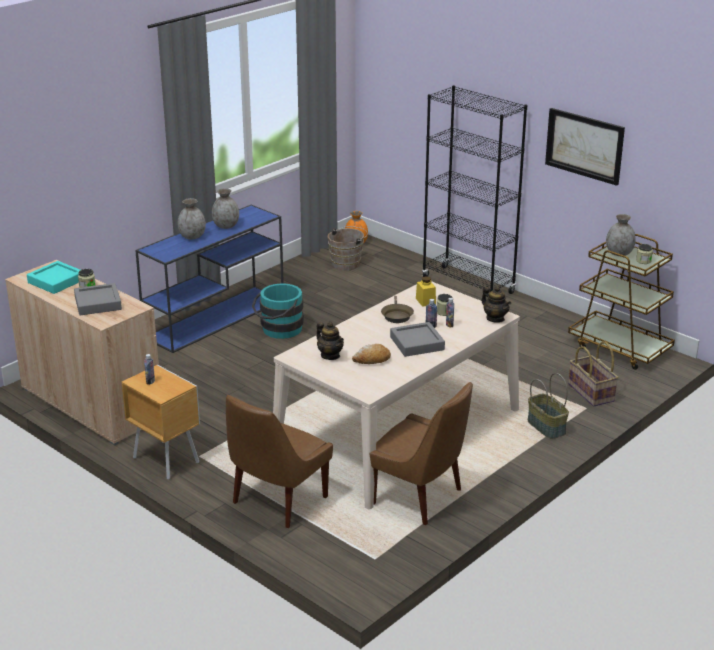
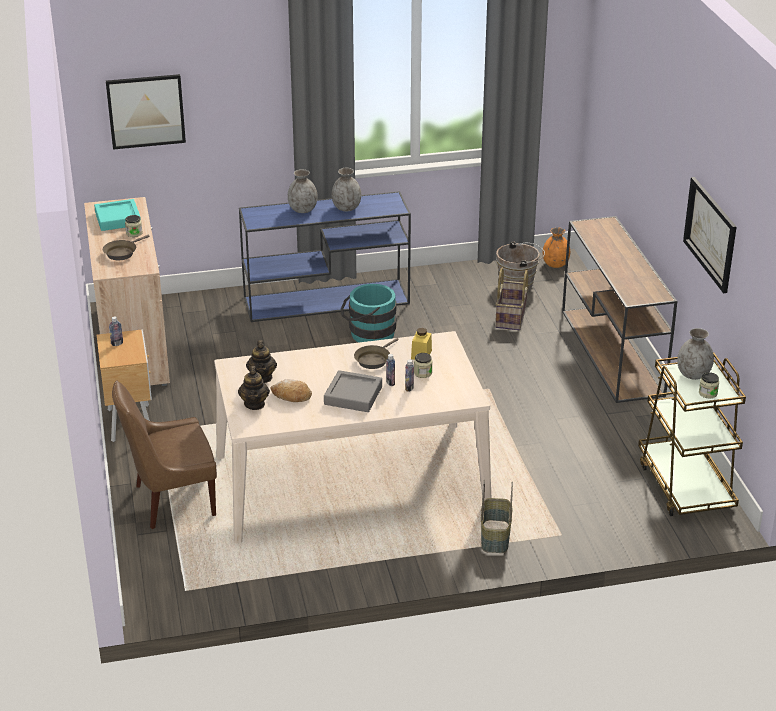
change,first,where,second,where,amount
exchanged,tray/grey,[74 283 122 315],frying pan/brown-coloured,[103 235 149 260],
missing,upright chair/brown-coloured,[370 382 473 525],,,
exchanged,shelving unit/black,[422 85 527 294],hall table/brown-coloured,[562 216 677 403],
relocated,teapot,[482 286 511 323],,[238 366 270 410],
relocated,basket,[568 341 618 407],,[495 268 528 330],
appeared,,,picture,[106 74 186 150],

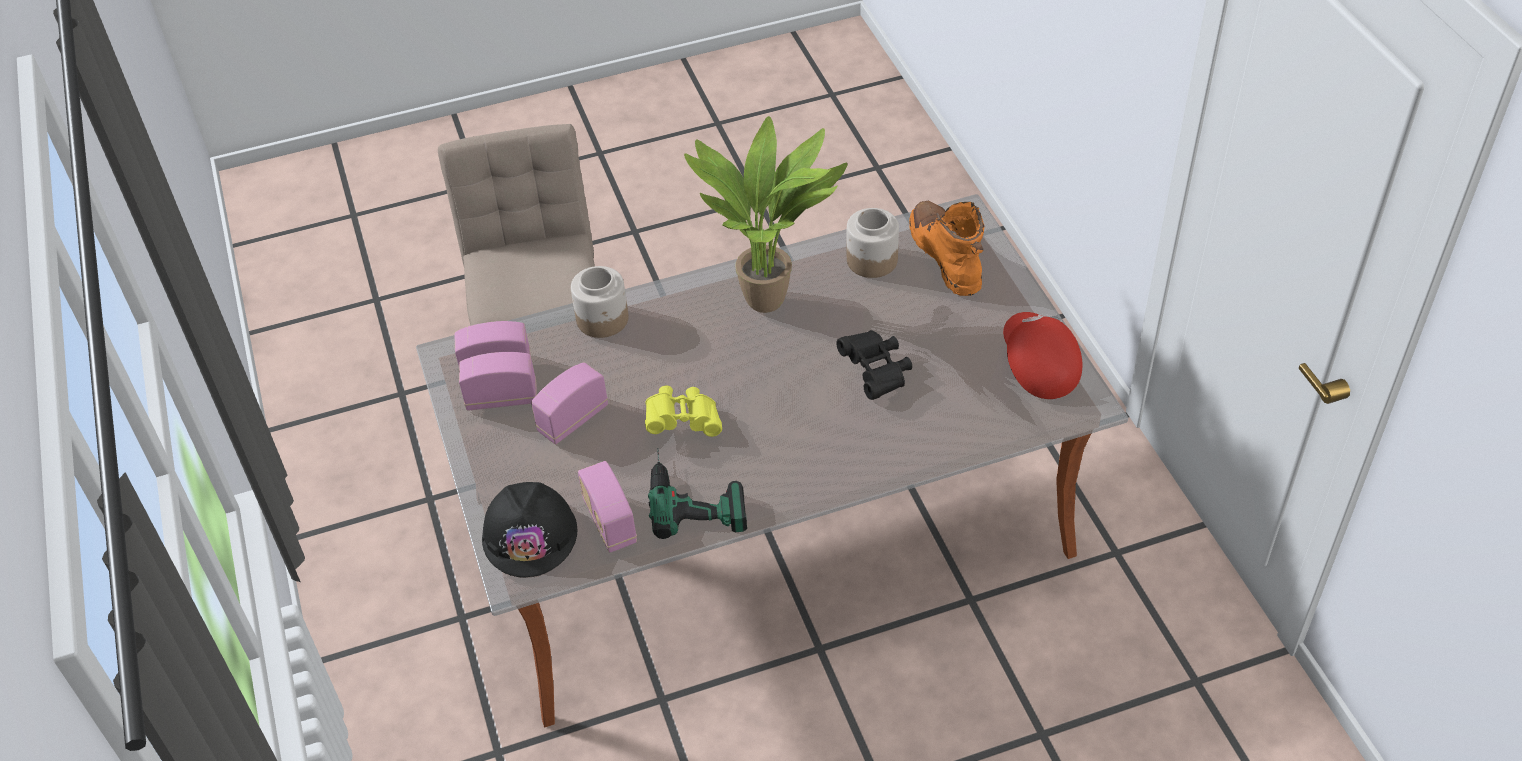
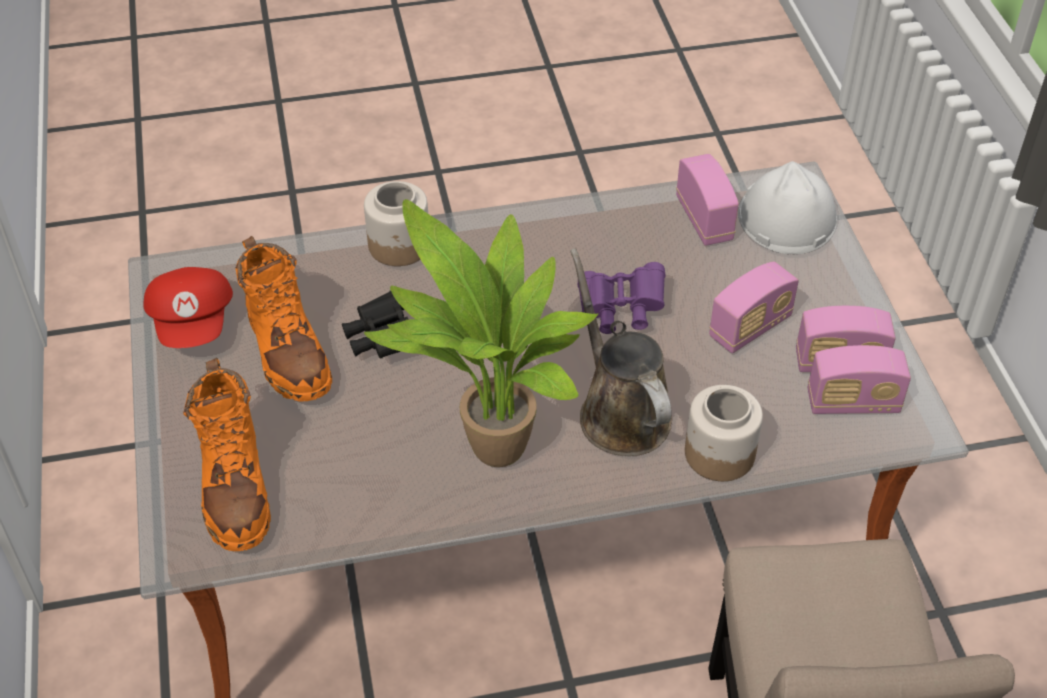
change,first,where,second,where,amount
colour,safety helmet/black,[482 482 577 578],safety helmet/whitish,[738 161 837 254],
colour,binoculars/yellowish,[645 385 722 437],binoculars/purple,[578 262 666 334],
missing,power drill,[648 448 747 539],,,
relocated,preserve jar,[847 208 899 278],,[364 181 428 266],
appeared,,,high-top boot/orange-coloured,[235 236 332 402],
appeared,,,watering can/brown-coloured,[570 248 672 456],

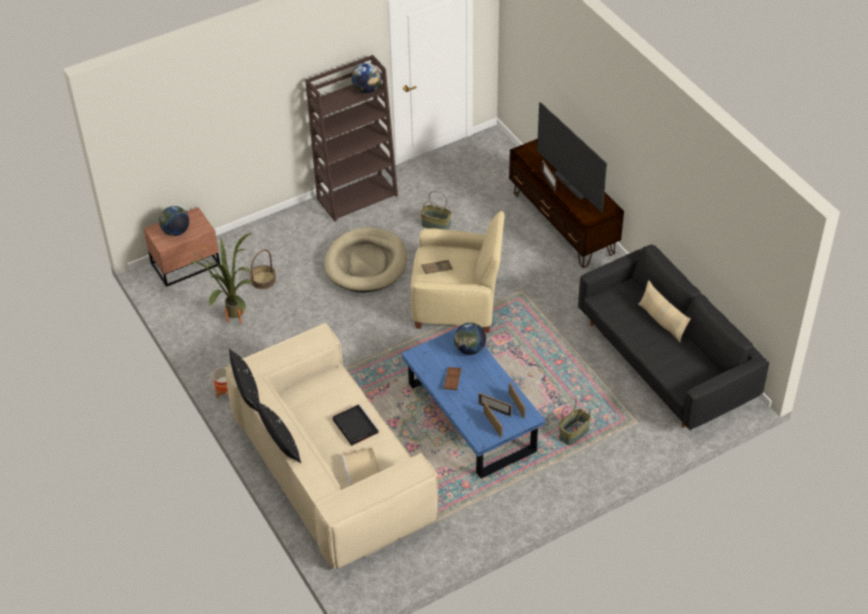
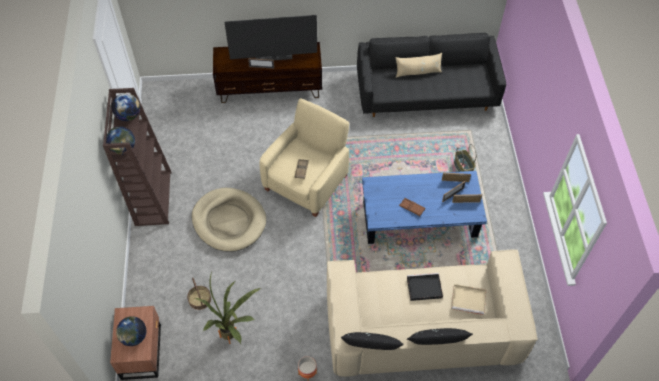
change,first,where,second,where,amount
missing,basket,[420 191 452 230],,,
relocated,world globe,[454 323 486 355],,[106 126 135 155],

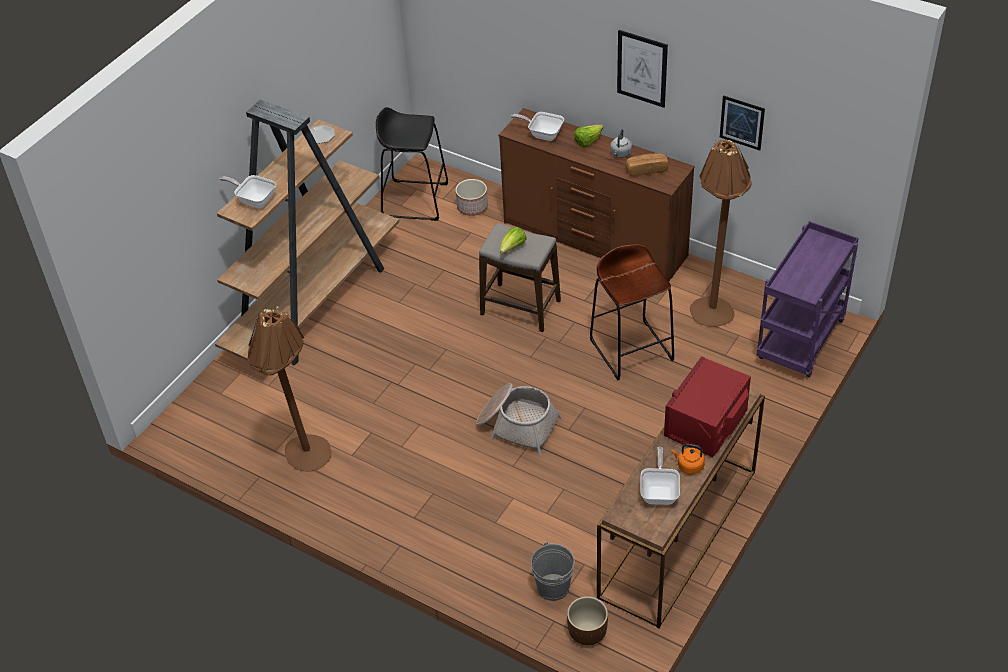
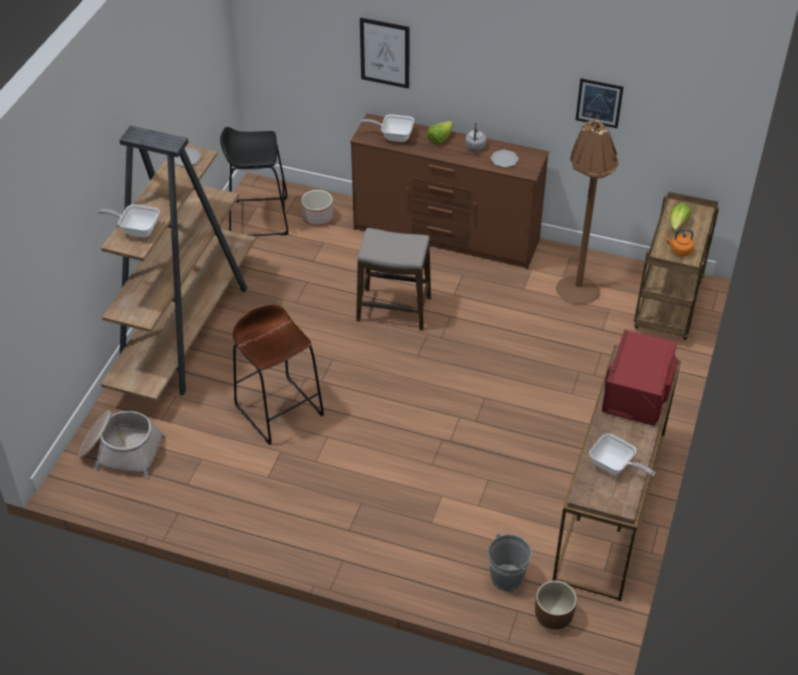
change,first,where,second,where,amount
missing,standard lamp/brown-coloured,[248 307 331 472],,,
relocated,basket,[476 383 562 455],,[79 410 166 479],
relocated,lettuce head,[500 227 527 254],,[669 203 691 231],
relocated,sitting stool/brown-coloured,[590 245 674 380],,[232 304 324 445],
relocated,picture,[617 30 668 108],,[360 17 410 89],
exchanged,bread,[625 153 668 176],dinner plate,[491 150 519 168],
spun,frying pan,[640 447 680 505],,[589 433 655 477],135 degrees clockwise
relocated,kettle/orange-coloured,[672 444 705 475],,[665 229 694 256],
colour,trolley/purple,[757 221 859 377],trolley/brown-coloured,[634 191 719 340],

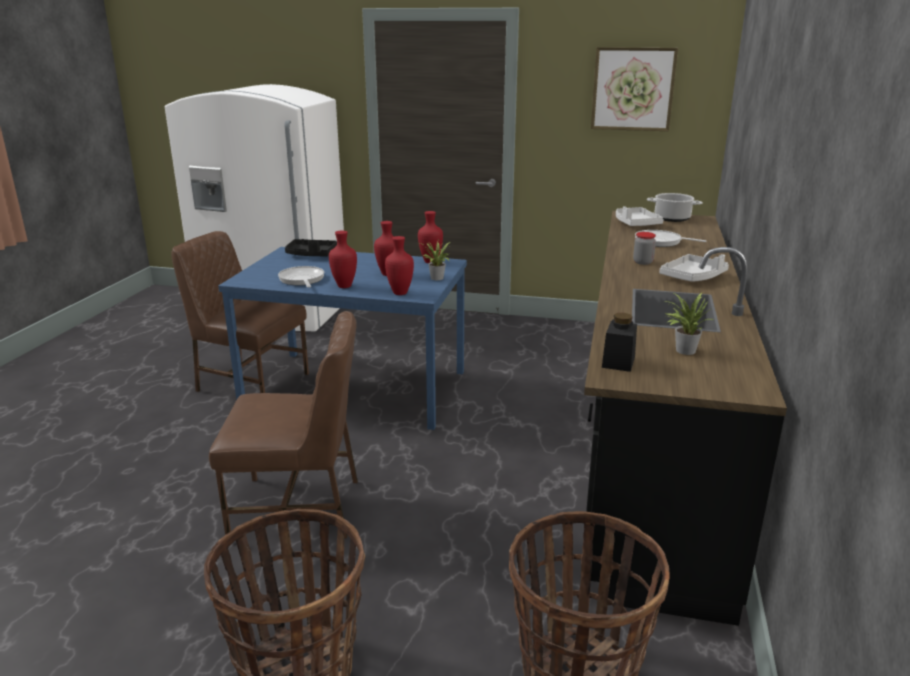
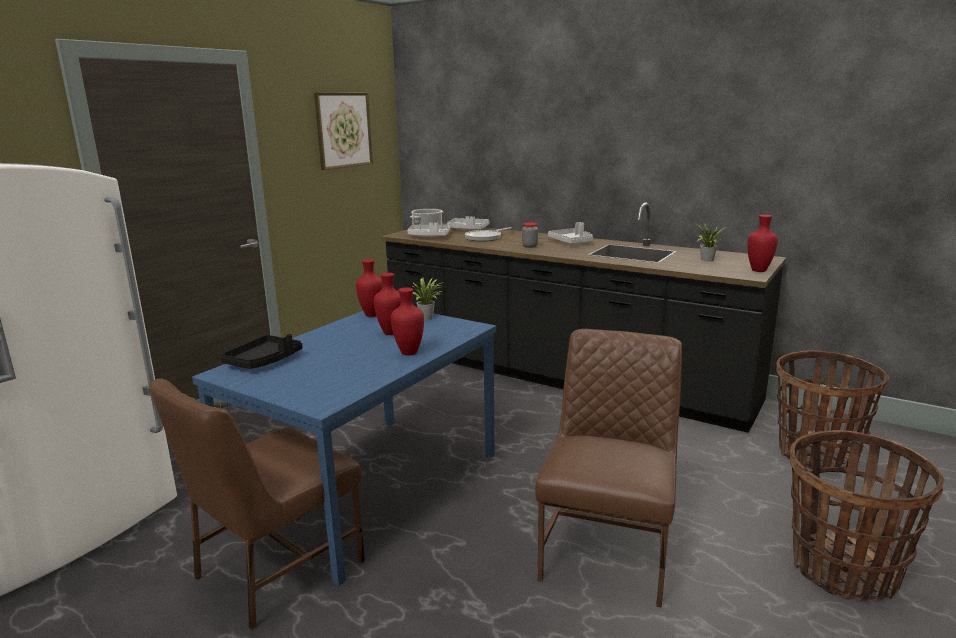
change,first,where,second,where,amount
missing,frying pan,[278 266 325 288],,,
relocated,flower vase/reddish,[385 236 414 295],,[747 215 778 272],
missing,preserve jar/black,[602 313 637 372],,,
appeared,,,tray/grey,[447 216 490 230],

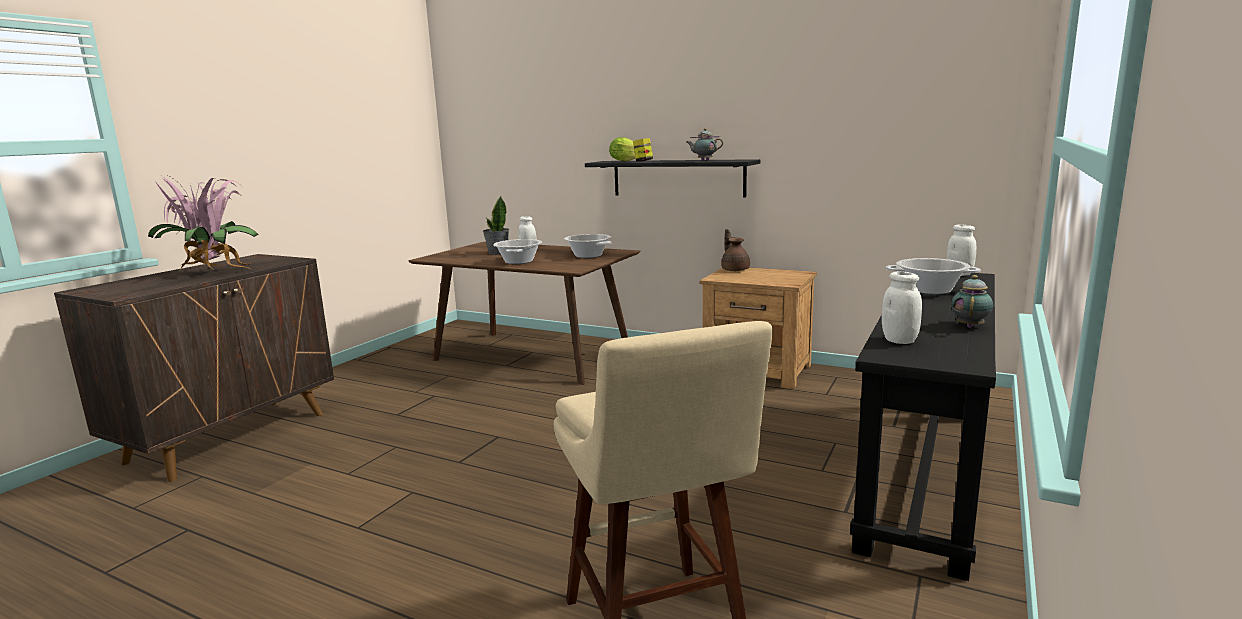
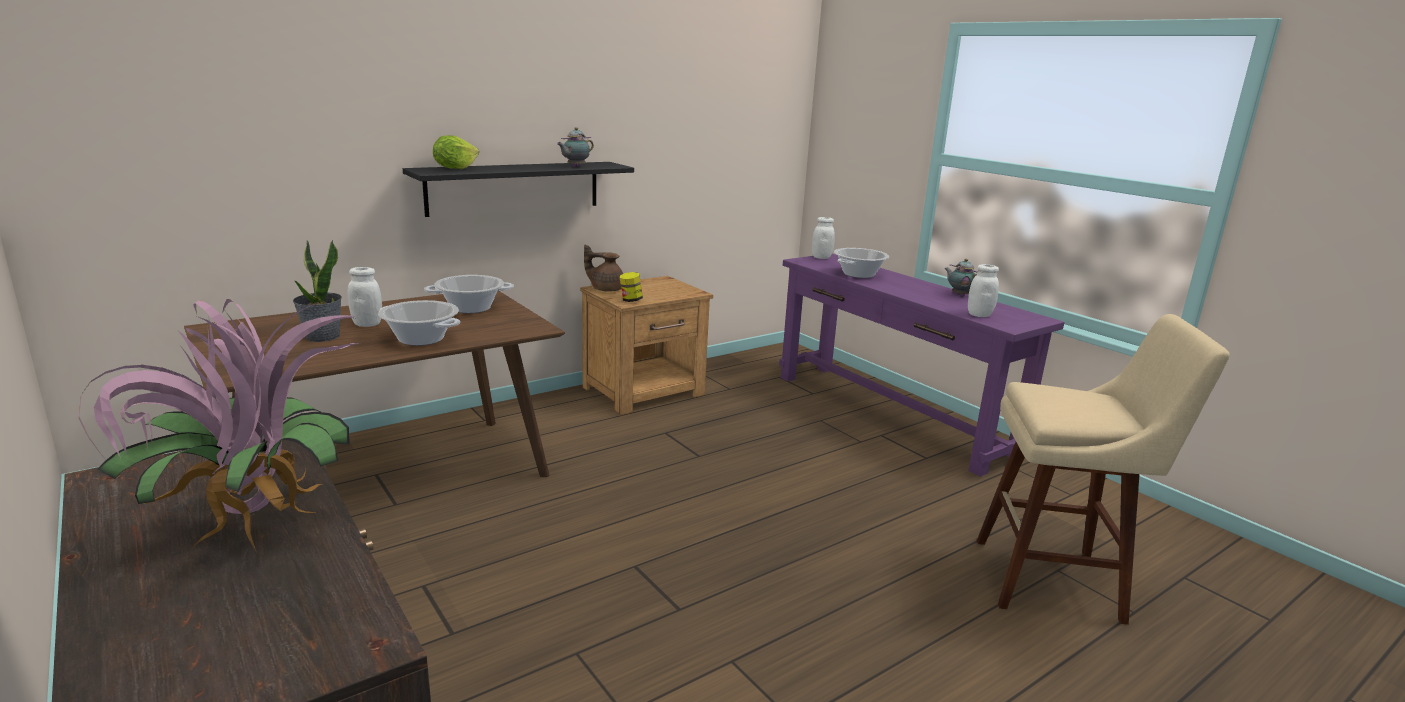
change,first,where,second,where,amount
relocated,preserve jar,[633 138 653 162],,[620 272 643 302],
colour,hall table/black,[850 273 996 581],hall table/purple,[779 254 1065 477],

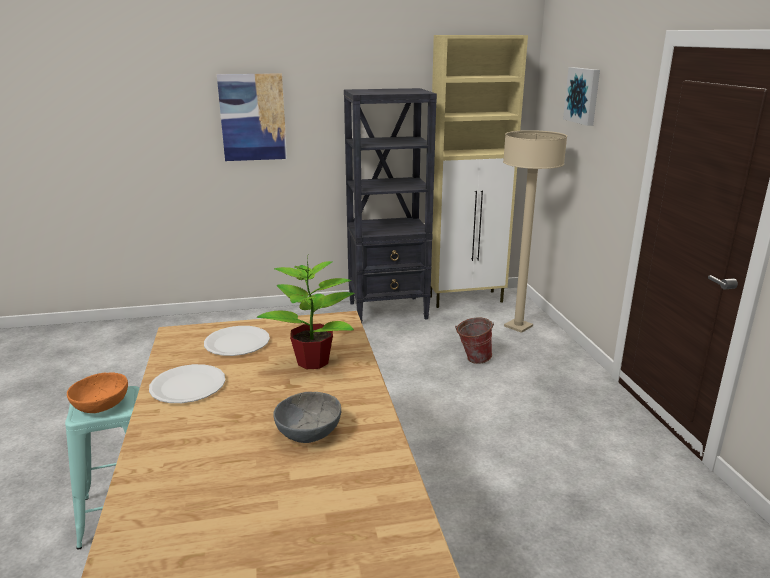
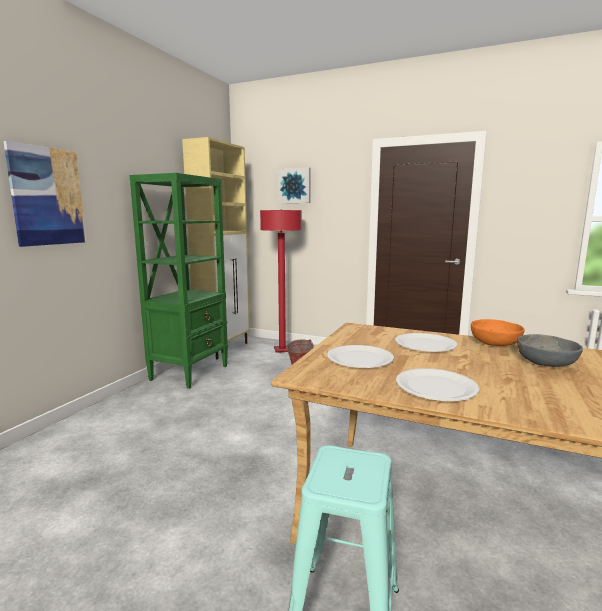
change,first,where,second,where,amount
relocated,bowl/orange-coloured,[67 372 128 413],,[471 319 525 346],
exchanged,potted plant,[257 256 355 369],dinner plate/whitish,[395 333 457 352],
colour,shelving unit/black,[344 88 437 323],shelving unit/greenish,[129 173 228 389],
colour,standard lamp/beige-coloured,[503 130 567 333],standard lamp/reddish,[260 209 302 353],

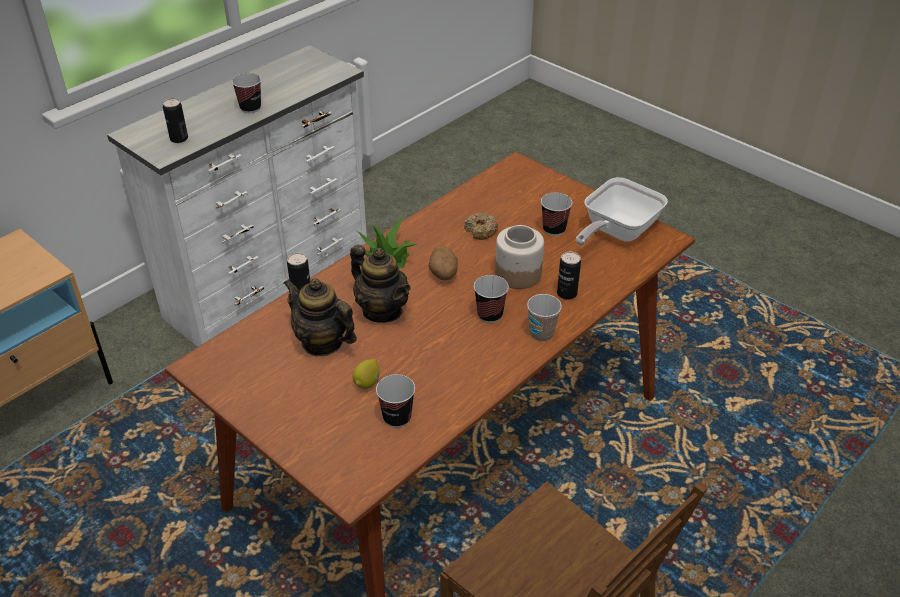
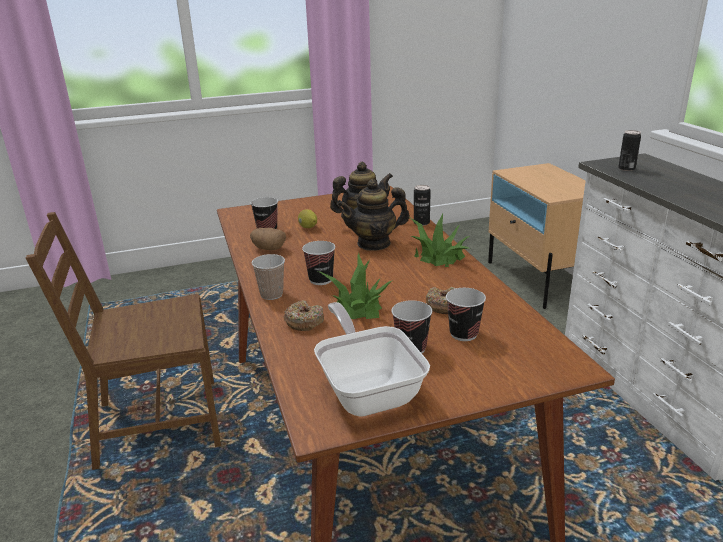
change,first,where,second,where,amount
relocated,small cup,[232 73 261 113],,[446 288 486 341],
relocated,potato,[429 246 458 280],,[250 228 286 250],
exchanged,preserve jar,[495 225 544 289],potted plant,[318 253 393 319],
exchanged,sealed can,[557 252 581 300],donut,[284 300 324 331],

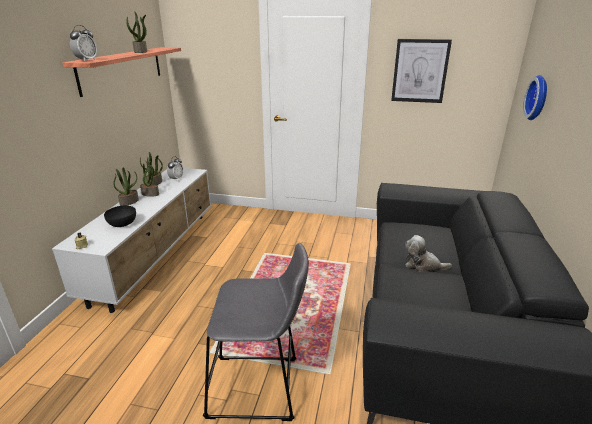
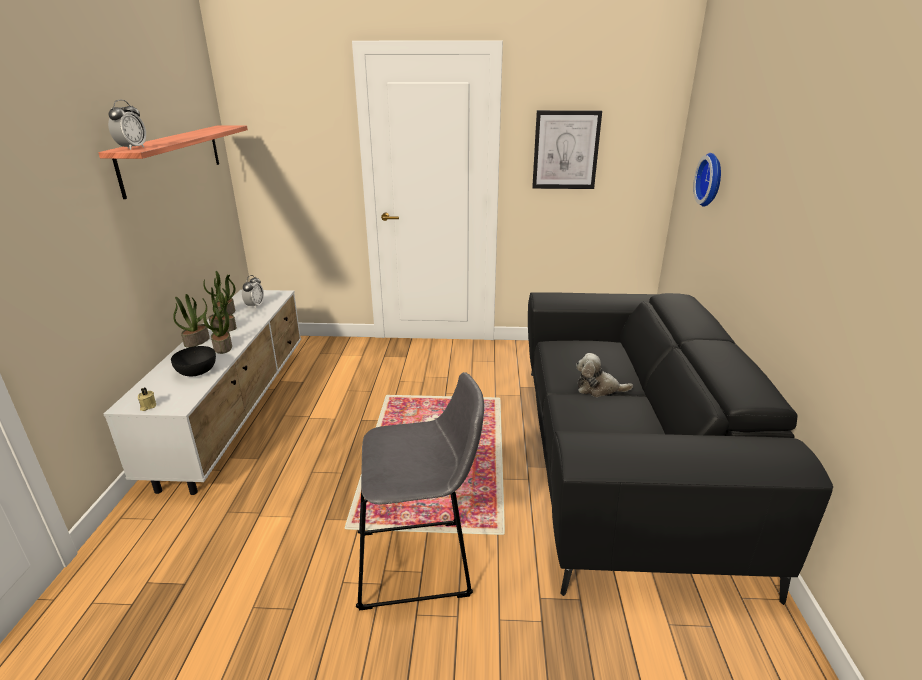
change,first,where,second,where,amount
relocated,potted plant,[126 11 147 53],,[203 300 232 354],

